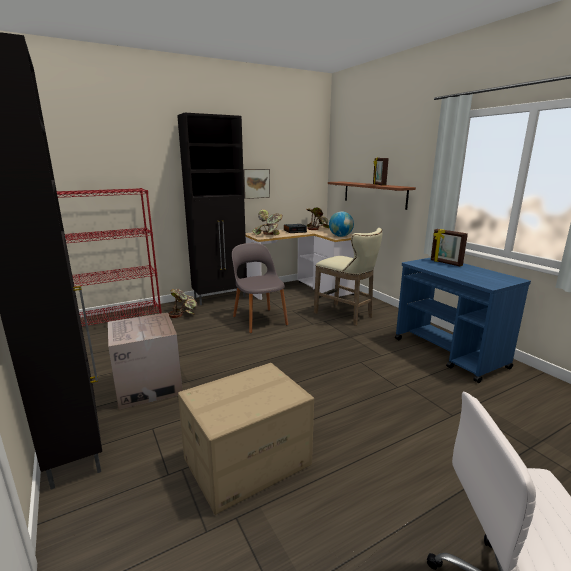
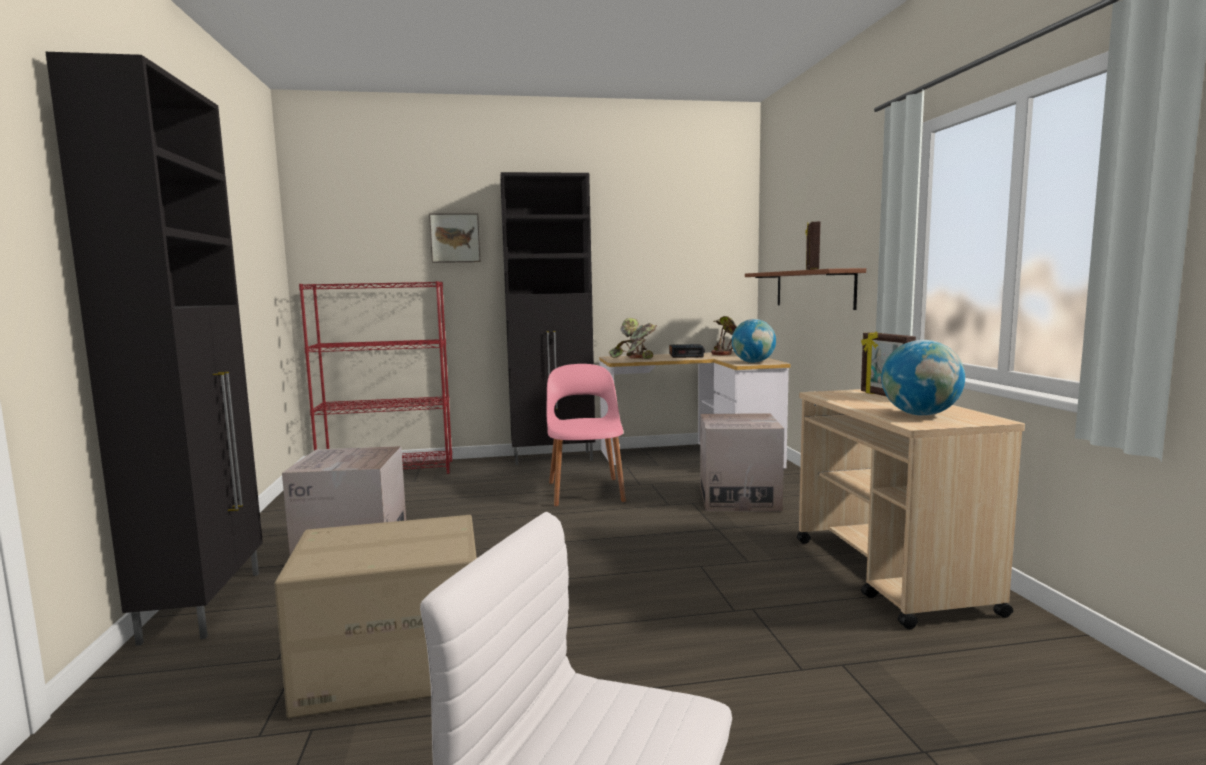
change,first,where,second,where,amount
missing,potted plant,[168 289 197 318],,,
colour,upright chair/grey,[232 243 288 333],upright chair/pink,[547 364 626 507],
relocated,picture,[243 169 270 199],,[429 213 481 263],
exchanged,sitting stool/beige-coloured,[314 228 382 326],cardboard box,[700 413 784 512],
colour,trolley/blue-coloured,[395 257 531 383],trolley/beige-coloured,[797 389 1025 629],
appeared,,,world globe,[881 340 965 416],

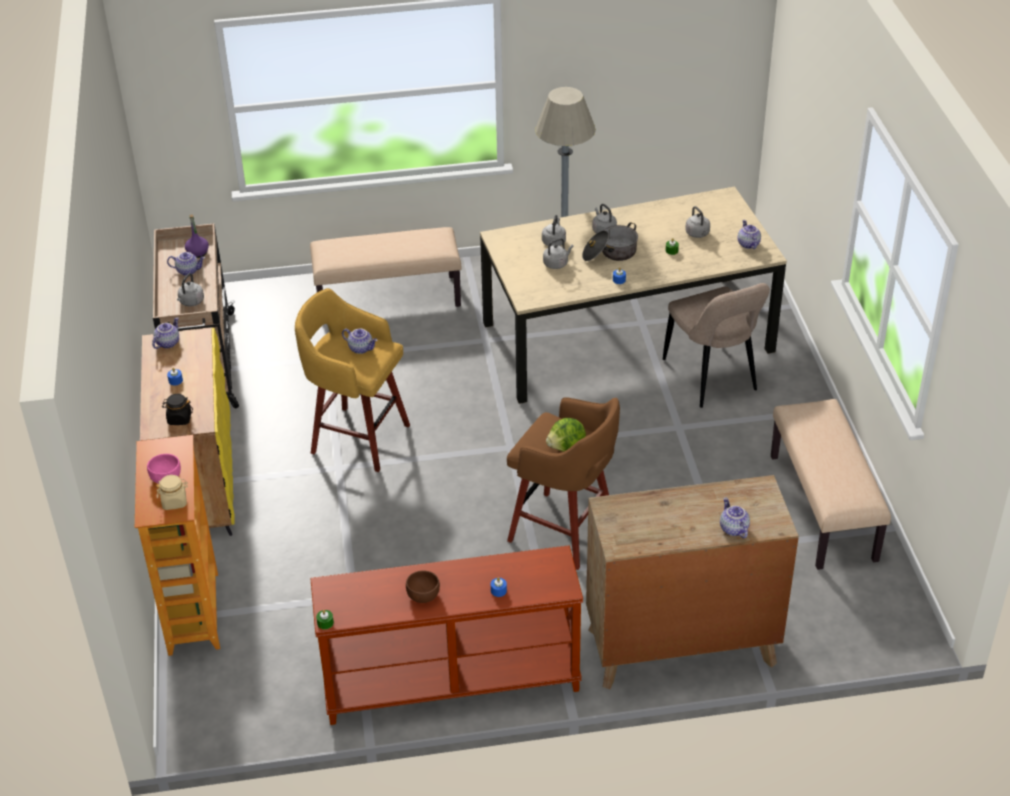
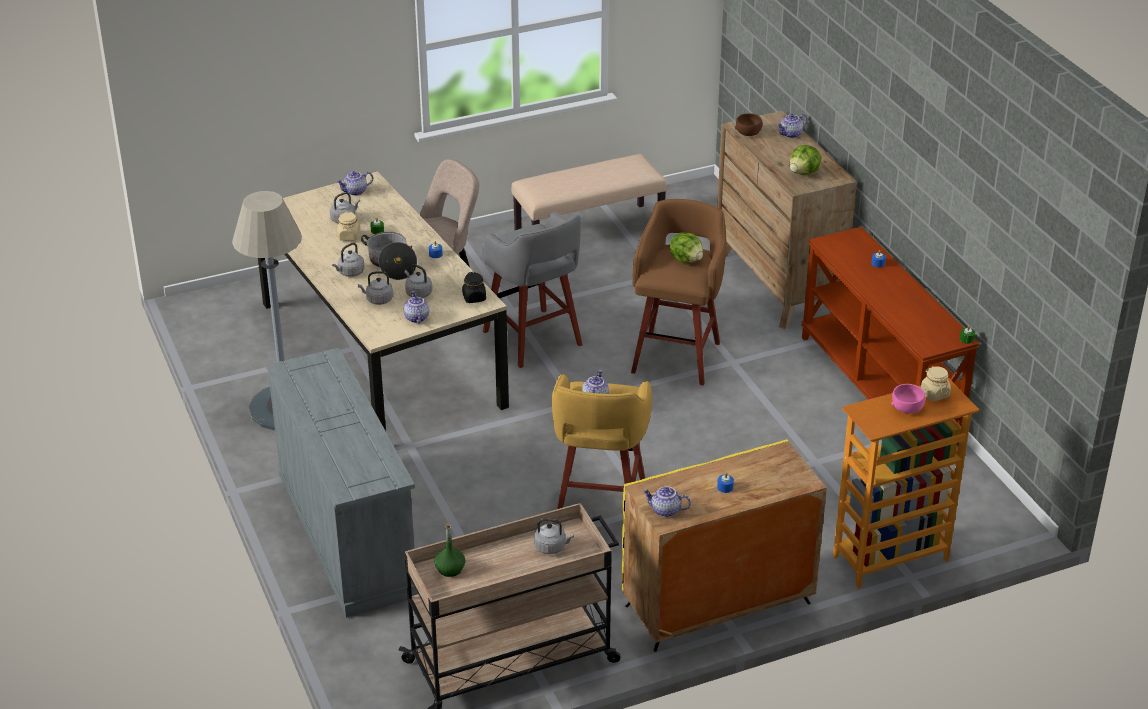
change,first,where,second,where,amount
relocated,preserve jar/black,[162 394 193 425],,[462 272 486 303],
relocated,teapot,[167 252 205 276],,[404 291 429 323],
colour,beverage bottle/purple,[185 214 209 258],beverage bottle/greenish,[434 523 465 577],
exchanged,long seat/beige-coloured,[310 227 461 307],dresser/grey,[267 348 418 618],
relocated,bowl/brown-coloured,[406 571 440 603],,[735 113 763 136],
appeared,,,preserve jar/beige-coloured,[337 212 360 241],
appeared,,,sitting stool/grey,[482 212 583 368],
appeared,,,lettuce head,[790 145 821 175],

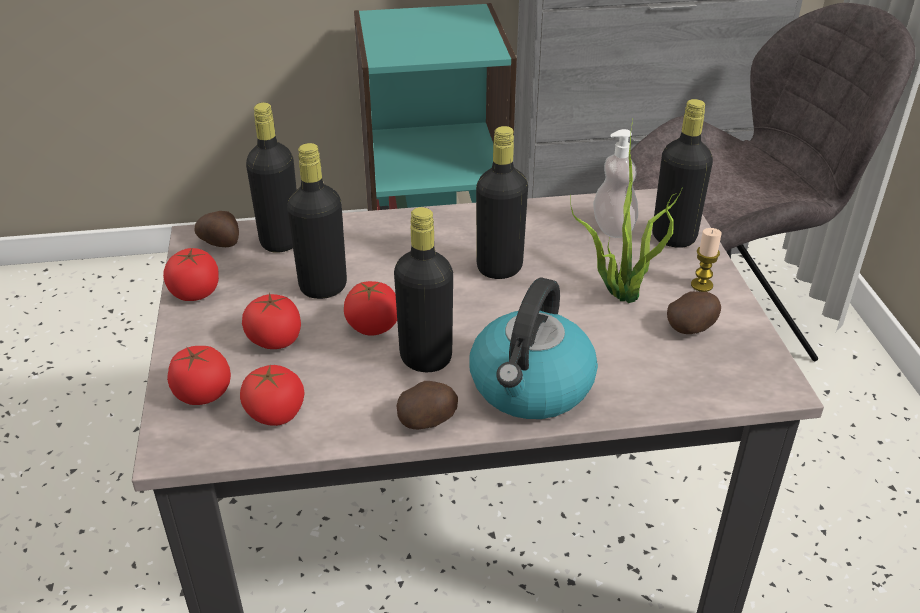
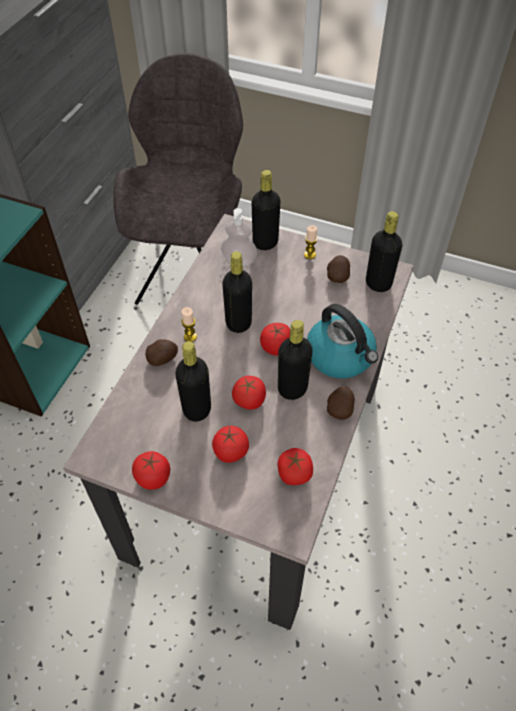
change,first,where,second,where,amount
relocated,fresh tomato,[167 346 231 405],,[260 323 290 355],
relocated,potato,[195 211 239 247],,[145 339 178 366],
relocated,beverage bottle/black,[246 103 297 253],,[366 211 402 292],
missing,potted plant,[570 120 683 303],,,
appeared,,,wax light,[181 307 197 342],

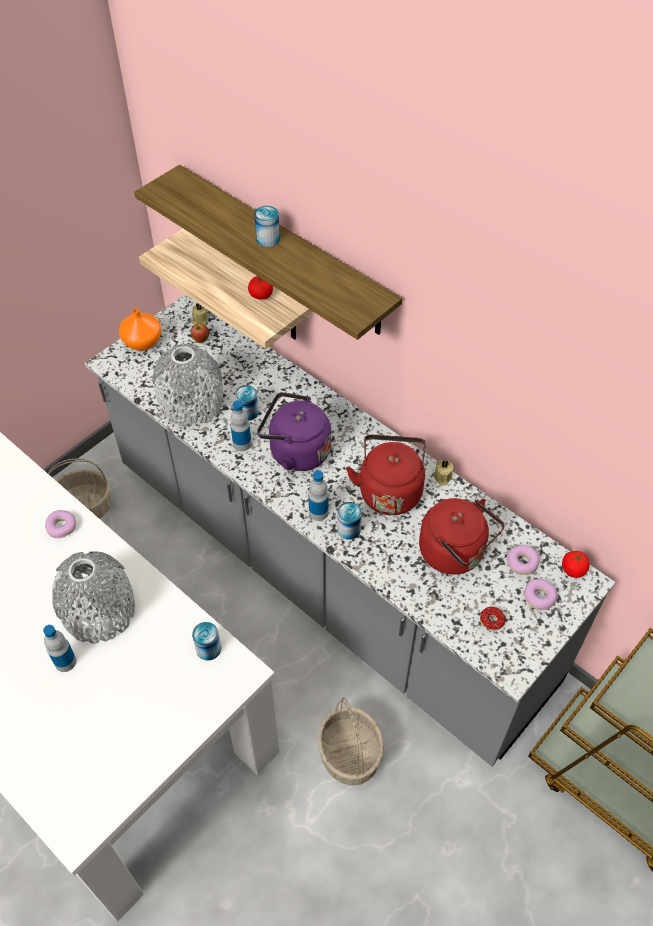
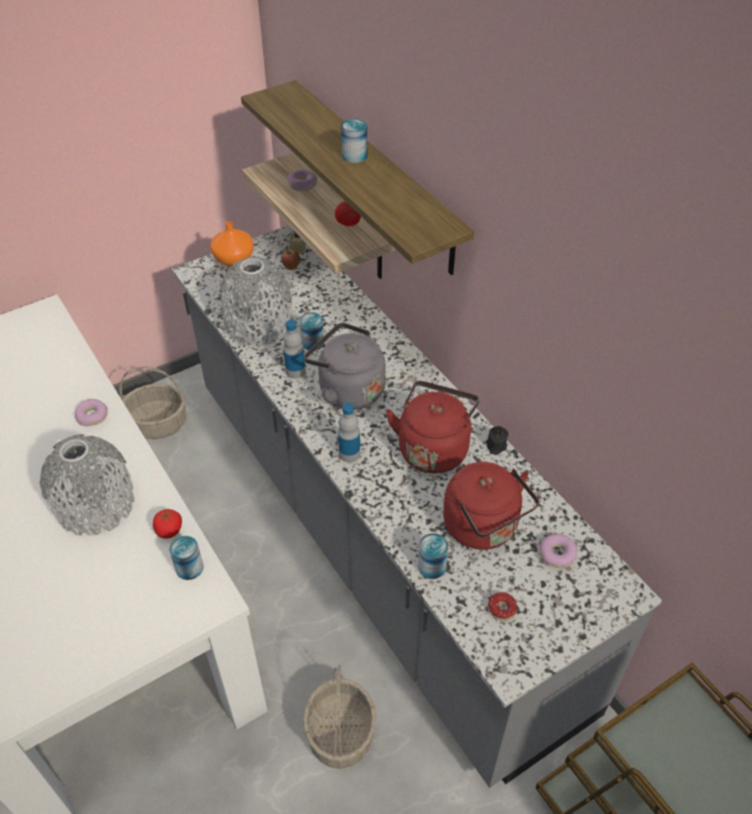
change,first,where,second,where,amount
missing,beverage bottle,[43 625 77 672],,,
colour,kettle/purple,[257 392 331 471],kettle/grey,[304 323 386 410],
relocated,sealed can,[337 502 362 540],,[418 533 448 579],
colour,wax light/beige-coloured,[433 460 454 486],wax light/black,[486 426 509 455],
relocated,donut,[524 579 557 610],,[288 169 318 191],
relocated,fresh tomato,[562 551 589 578],,[153 509 182 539],

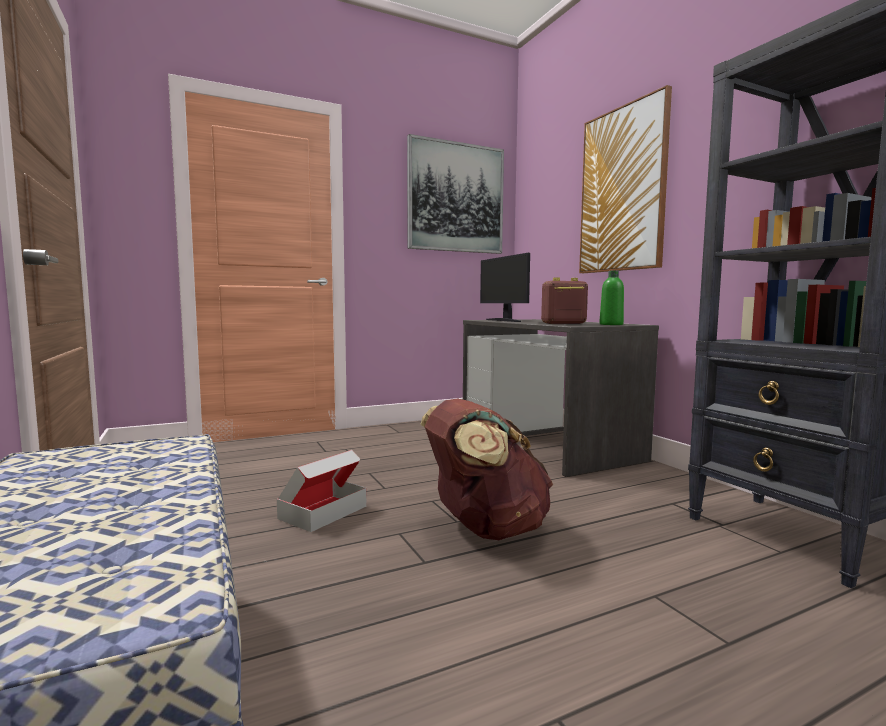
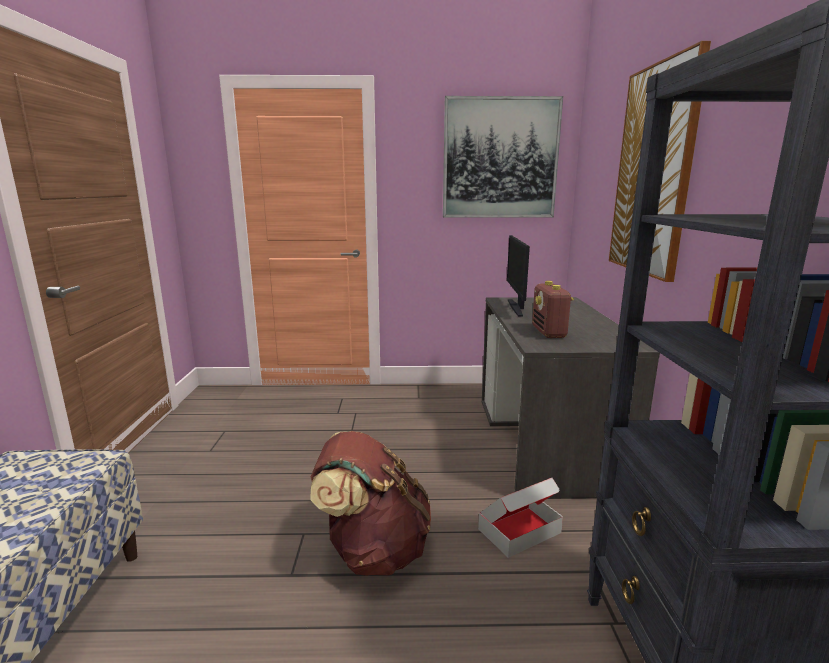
change,first,where,second,where,amount
relocated,cardboard box,[277 450 367 532],,[478 478 563 558],
spun,radio set,[541 277 588 324],,[532 281 574 338],105 degrees counterclockwise
missing,beverage bottle/greenish,[599 270 624 325],,,

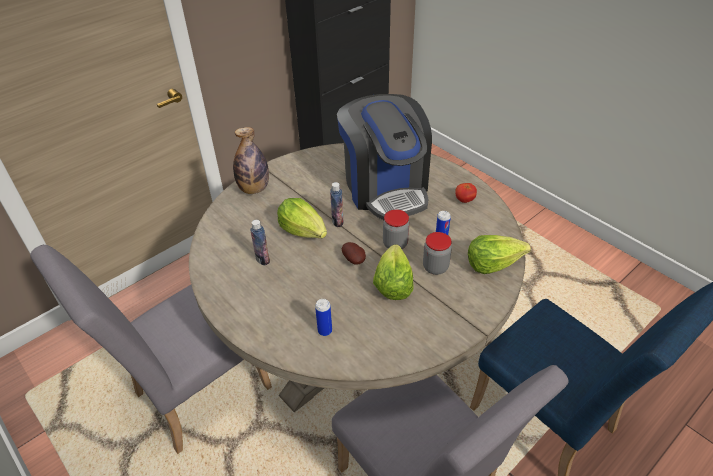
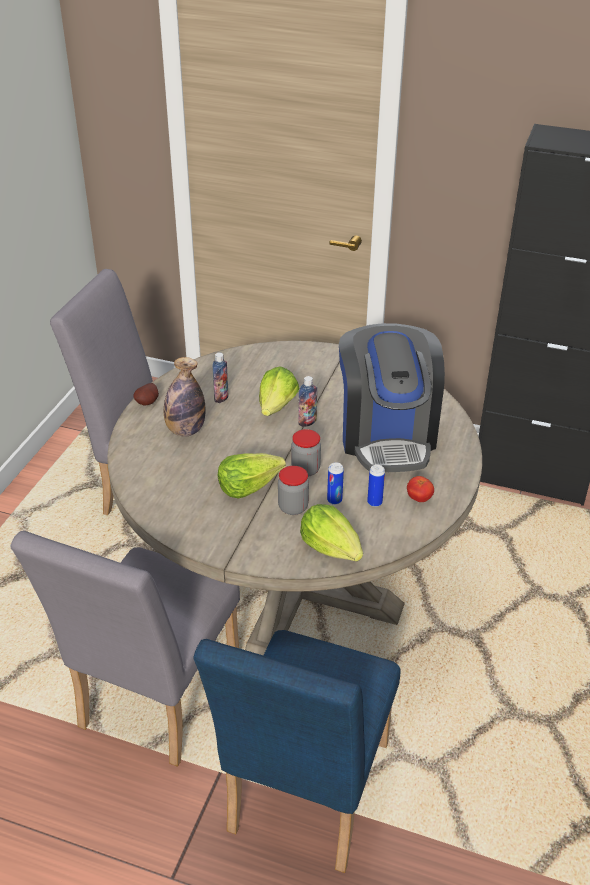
change,first,where,second,where,amount
relocated,beverage bottle,[233 127 269 194],,[164 357 206 437],
relocated,sealed can,[315 299 332 336],,[367 465 385 507],
spun,coffee machine,[337 94 432 220],,[339 323 445 472],45 degrees counterclockwise
relocated,potato,[342 242 366 265],,[134 383 159 406],

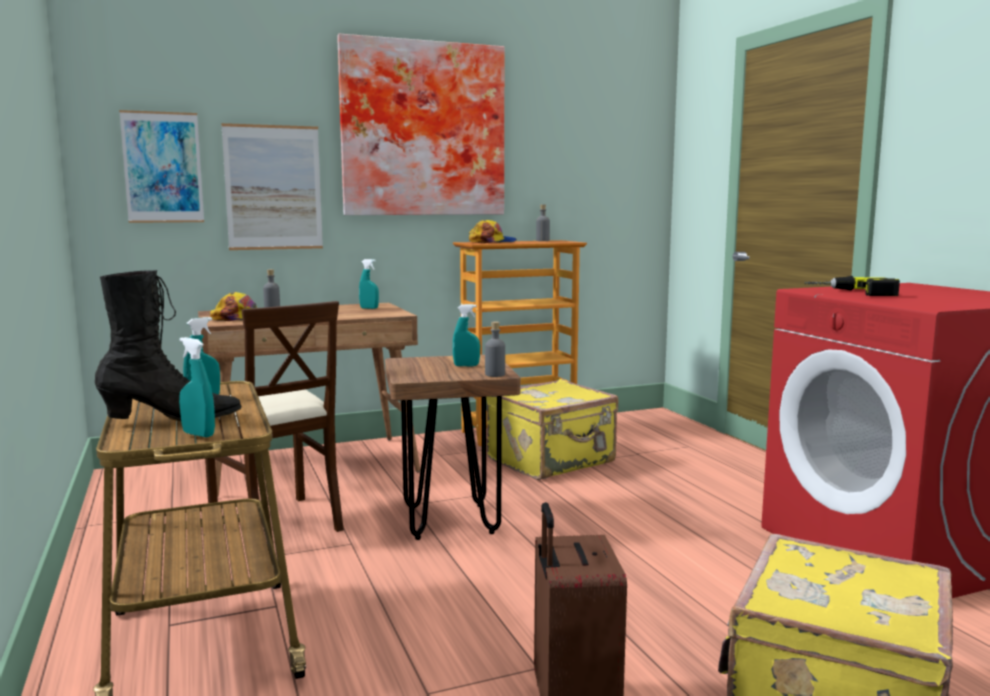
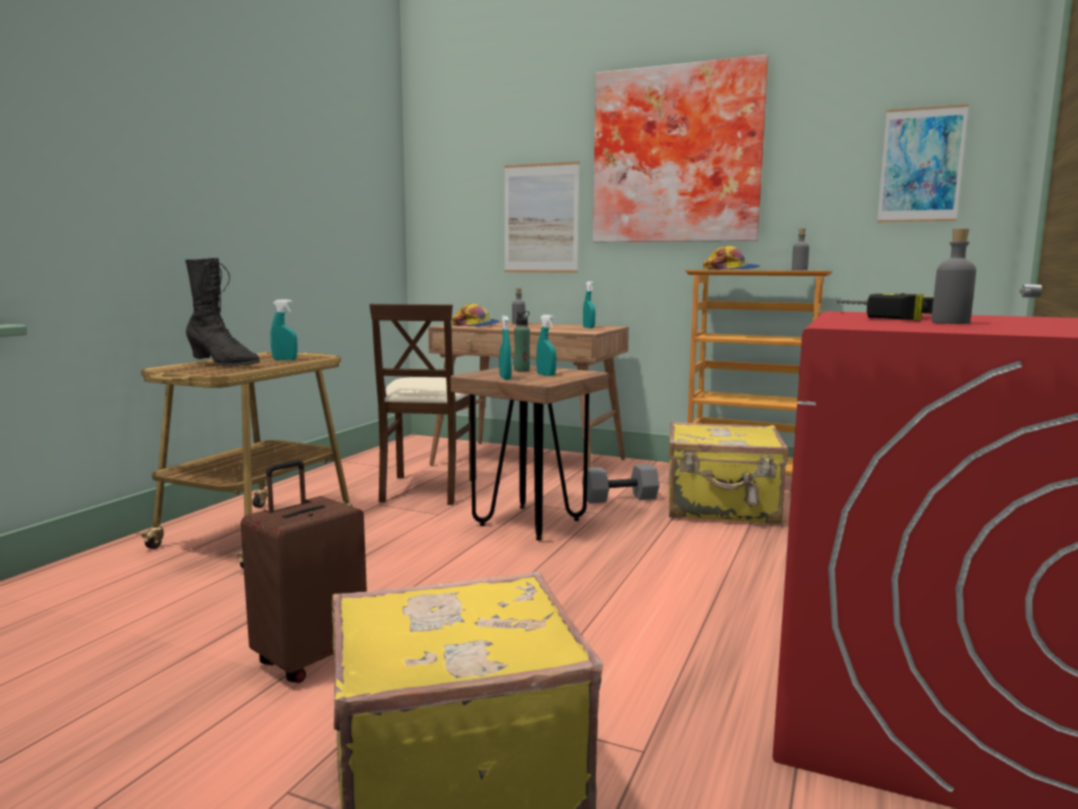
change,first,where,second,where,amount
relocated,picture,[119 110 204 223],,[877 104 969 222],
relocated,spray bottle/turquoise-coloured,[179 337 215 437],,[499 315 511 380],
relocated,beverage bottle/grey,[485 321 505 377],,[931 228 976 324],
appeared,,,beverage bottle/greenish,[514 311 530 371],
appeared,,,hand weight/grey,[582 464 659 503],

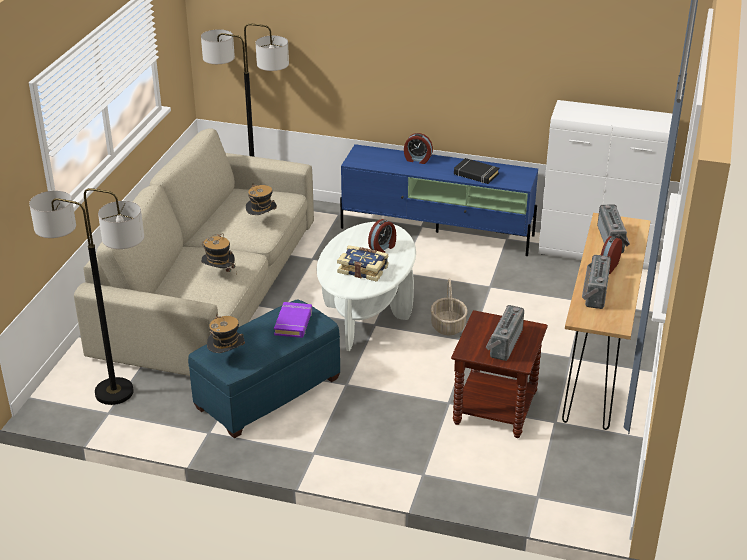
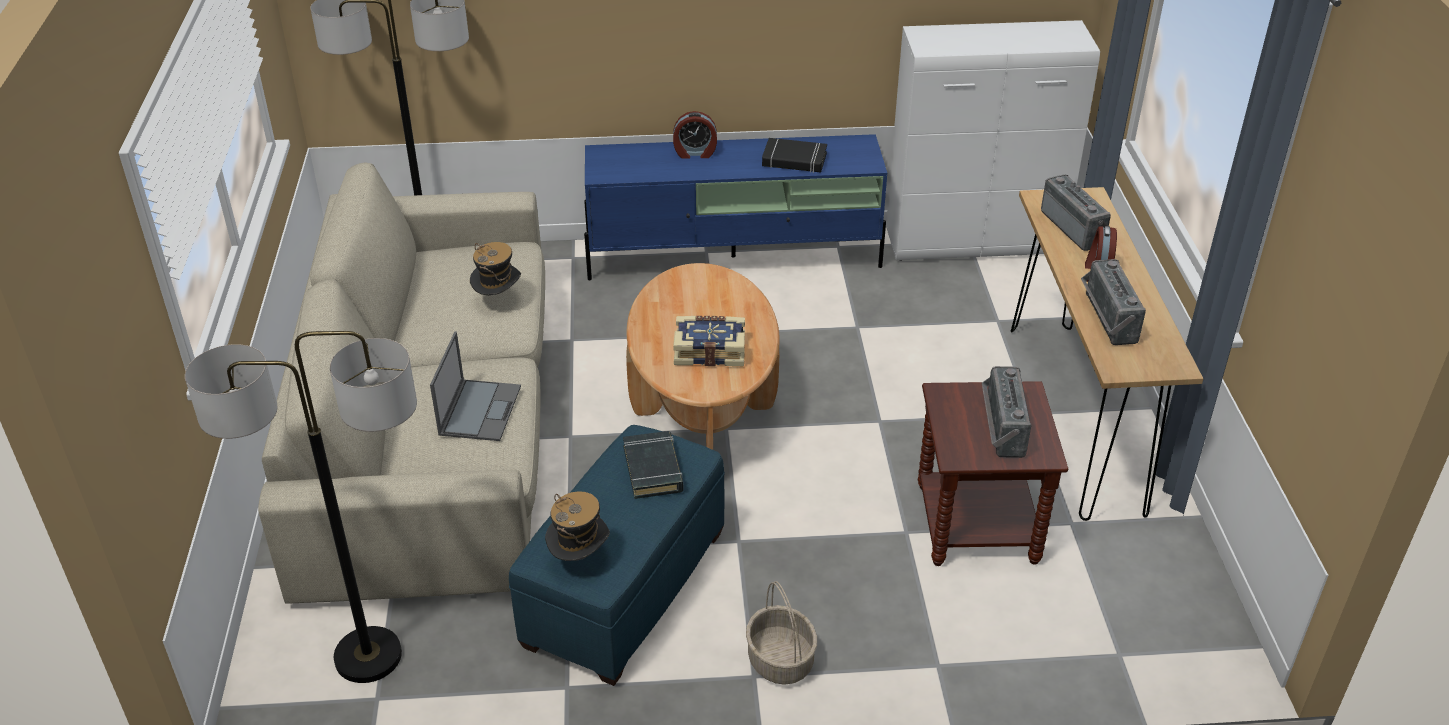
change,first,where,second,where,amount
exchanged,wearable hat,[201 233 236 272],portable computer,[430 332 521 441],
colour,book/purple,[274 302 312 338],book/black,[623 431 683 499],
colour,low table/whitish,[317 222 416 351],low table/brown-coloured,[626 263 780 450],
missing,table clock,[368 219 396 253],,,
relocated,basket,[431 278 468 335],,[746 581 817 685],

